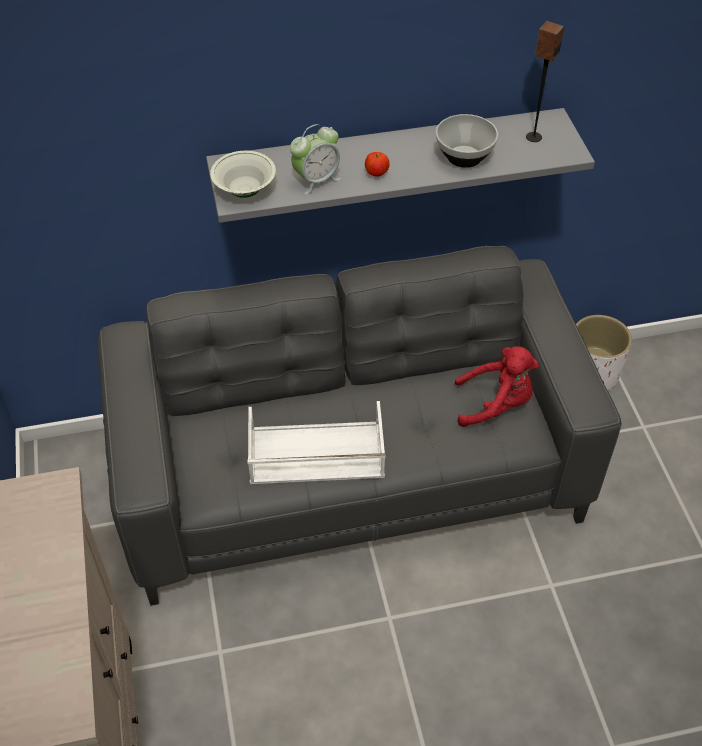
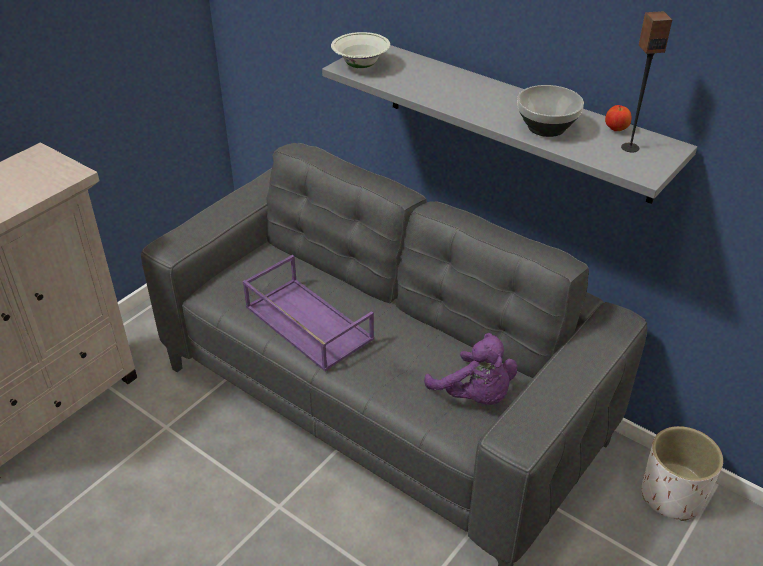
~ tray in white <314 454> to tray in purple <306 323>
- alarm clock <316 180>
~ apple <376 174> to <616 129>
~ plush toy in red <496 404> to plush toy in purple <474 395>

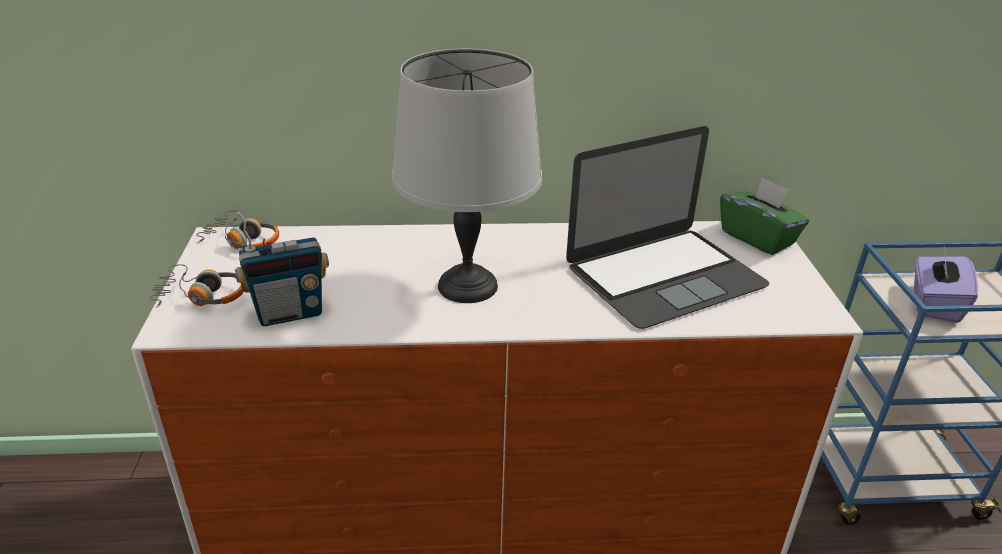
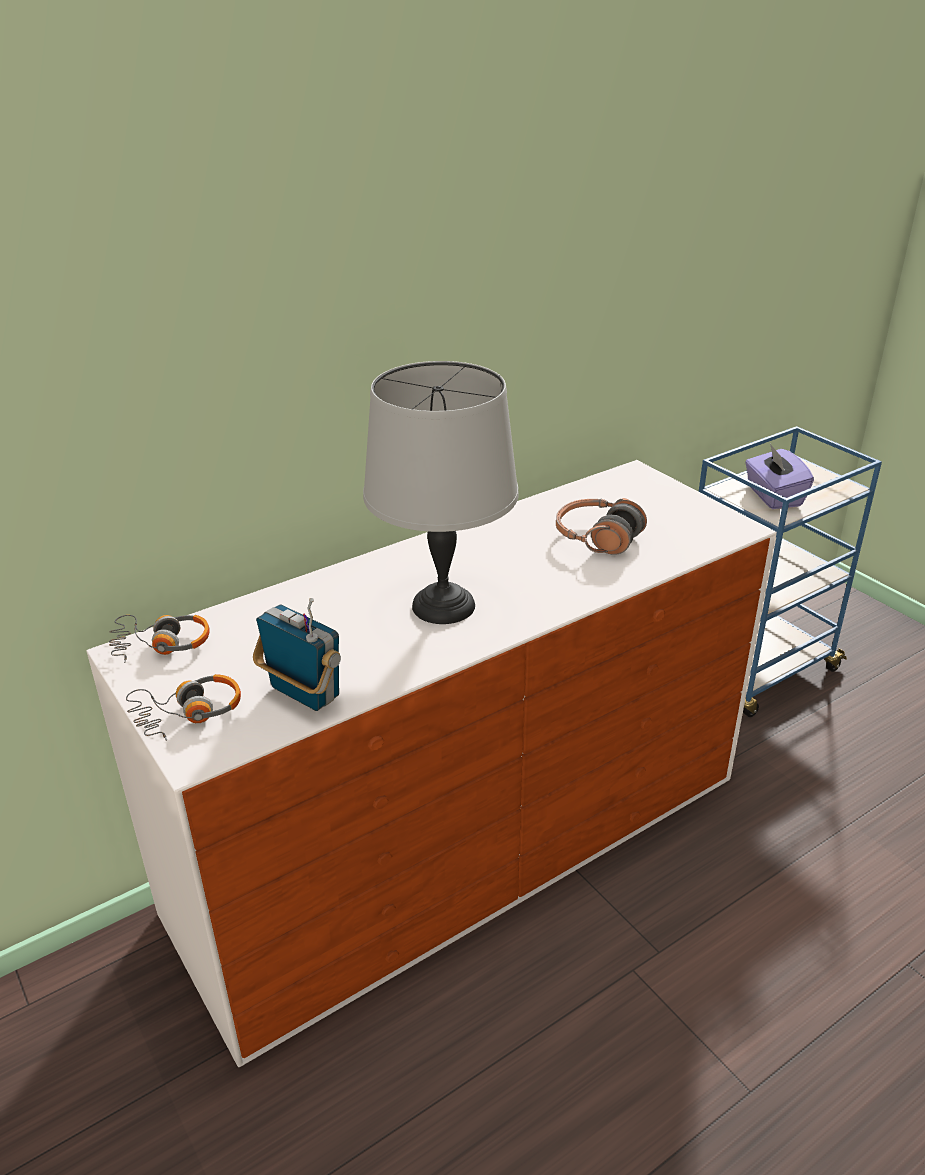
~ radio <289 313> = <303 693> 90 degrees counterclockwise
~ laptop <665 276> to headphones <597 538>
- tissue box in green <758 238>

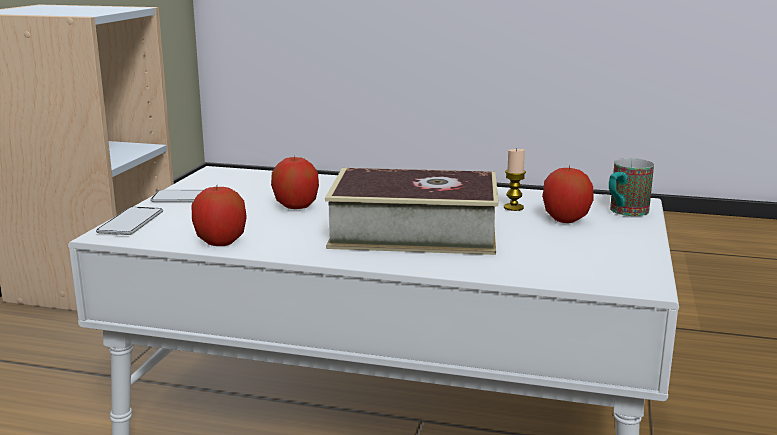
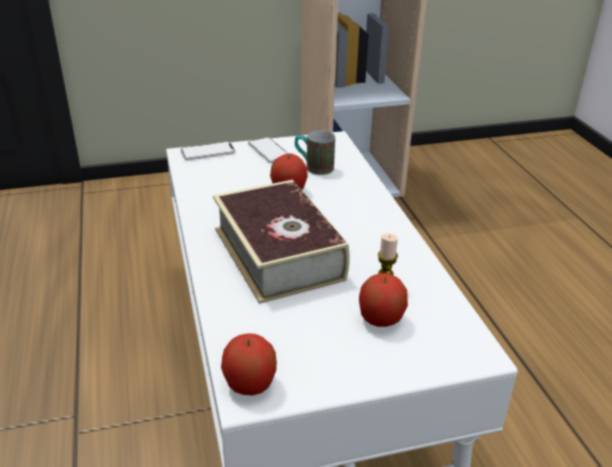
~ apple <220 242> to <250 384>
~ mug <624 212> to <313 167>

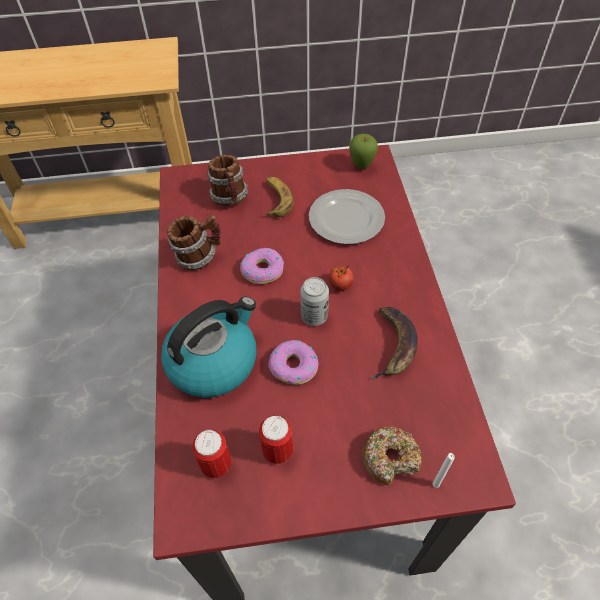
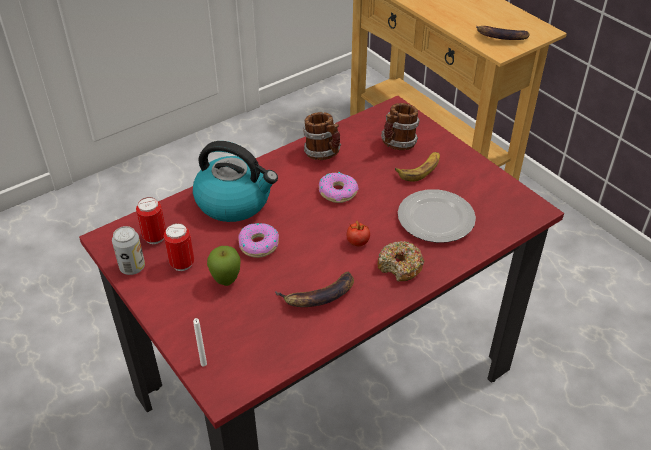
~ can <314 316> to <132 267>
~ apple <361 167> to <226 282>
~ donut <390 458> to <400 266>
+ banana <500 37>

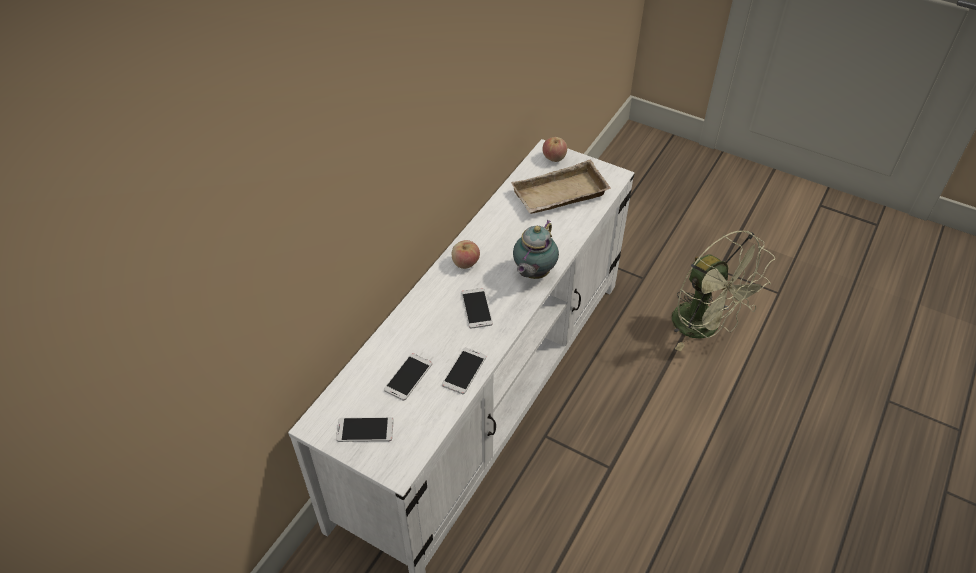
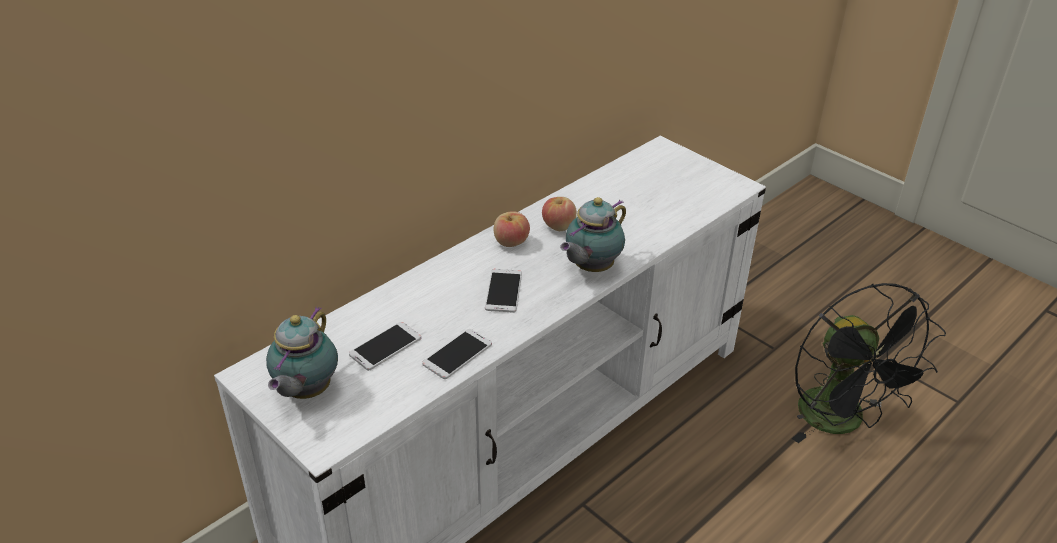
~ phone <365 430> to teapot <305 392>
- tray in beige <559 196>
~ apple <554 158> to <558 226>
~ fan in green <704 327> to fan in black <841 422>

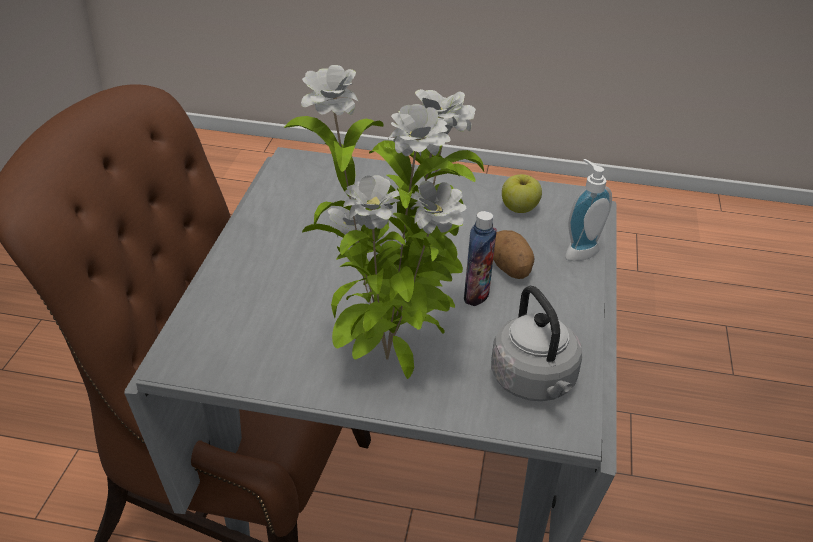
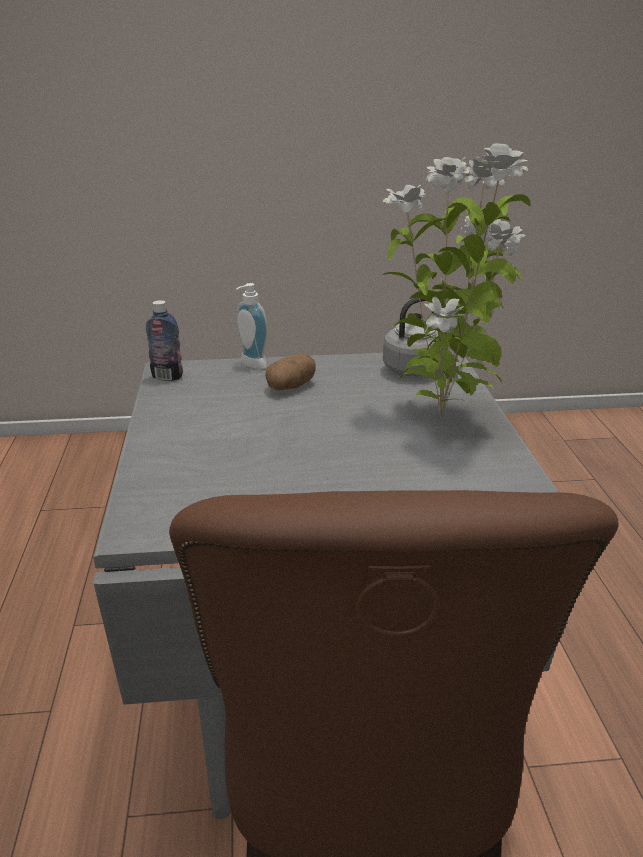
~ bottle <476 295> to <167 377>
- apple <519 209>

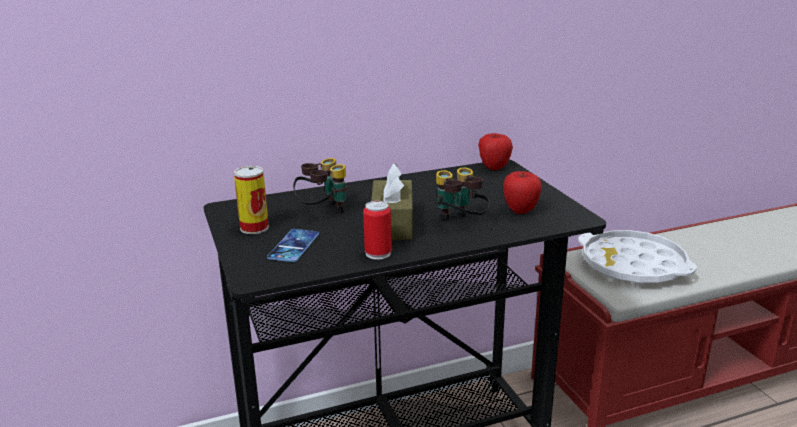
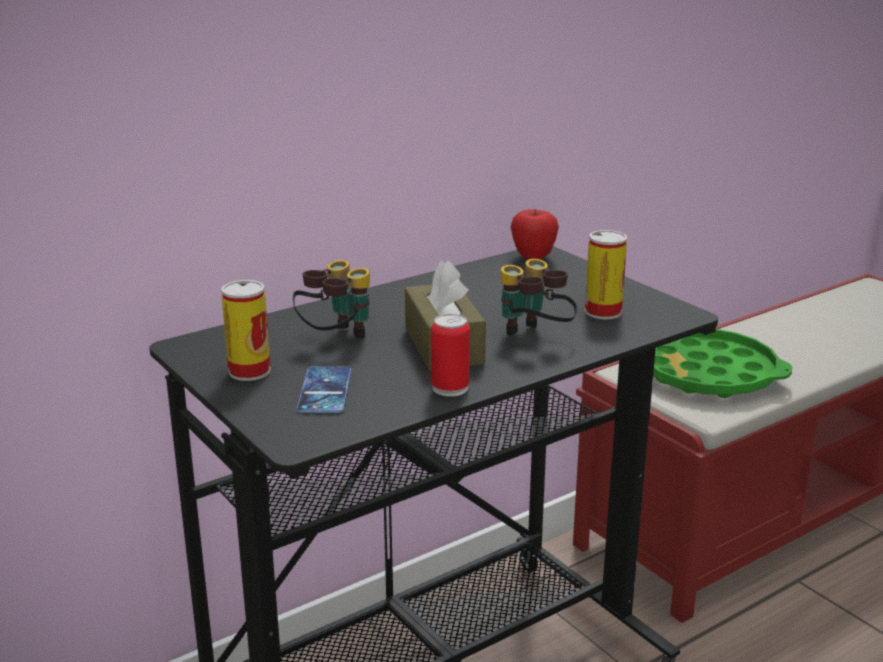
~ apple <520 211> to can <603 312>
~ tray in white <633 265> to tray in green <707 374>

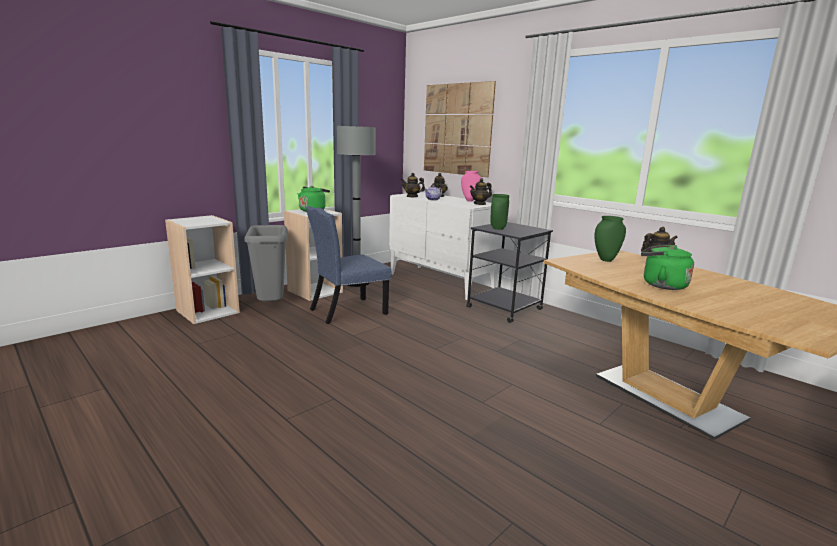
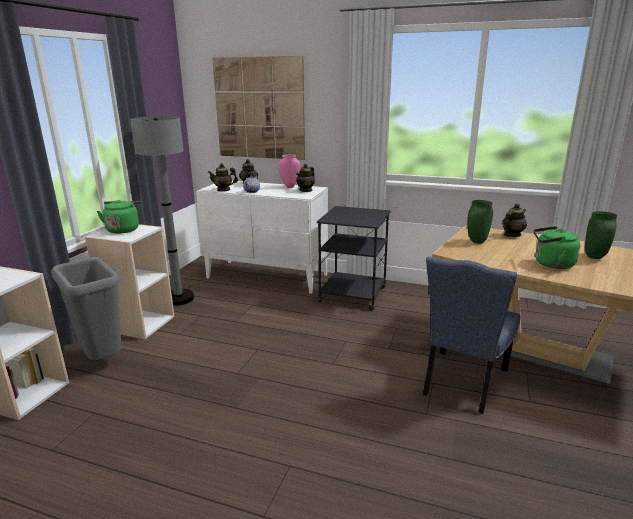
~ chair in blue <349 311> to <464 379>
~ vase in green <498 229> to <595 257>

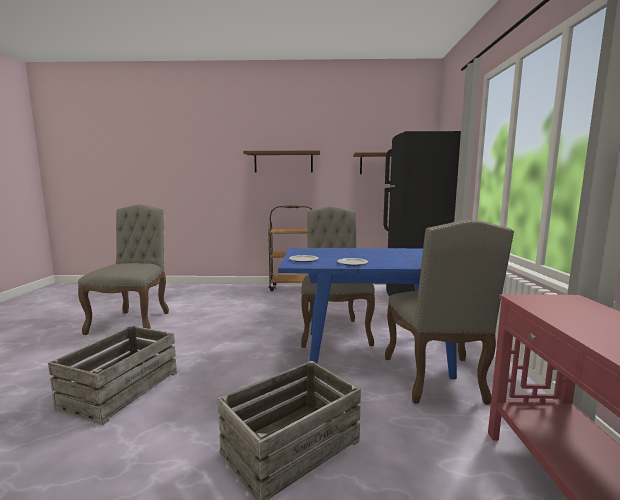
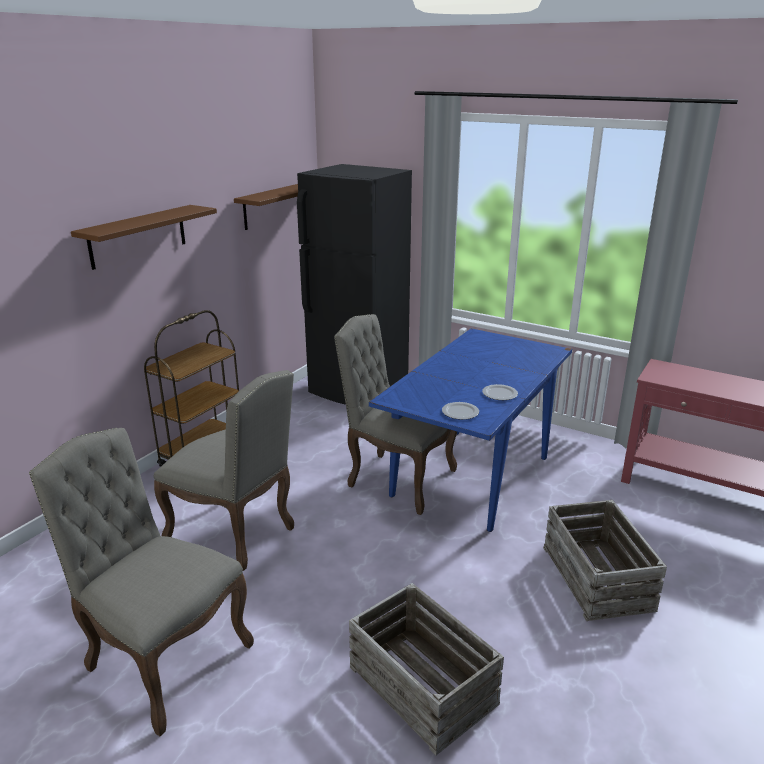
~ chair in grey <436 380> to <235 534>

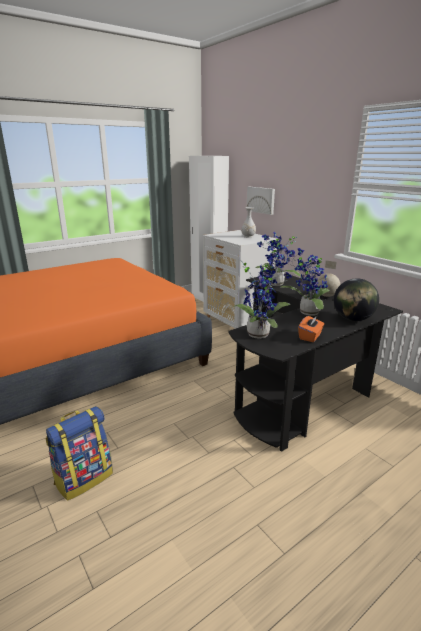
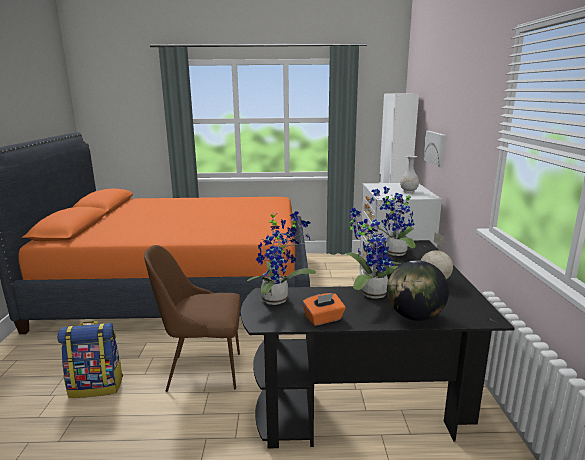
+ chair in brown <204 372>

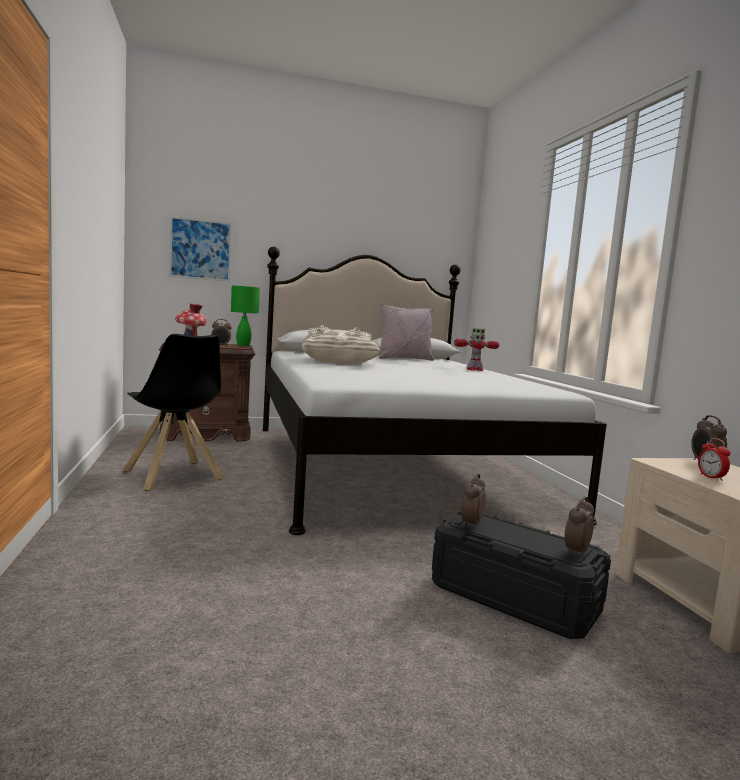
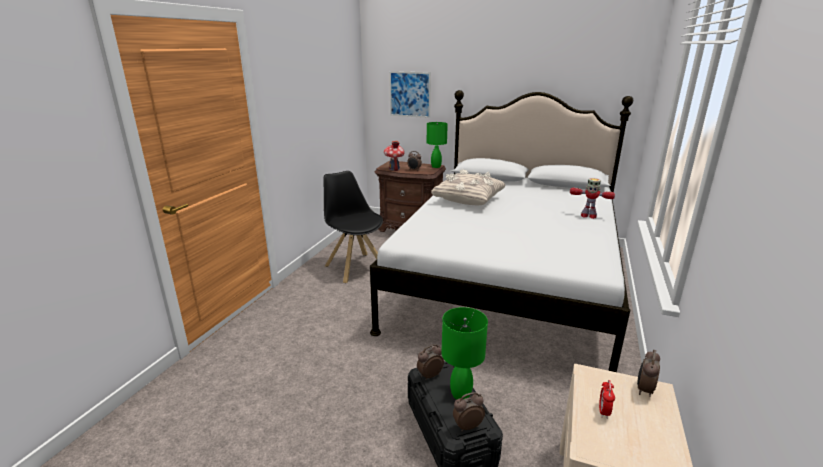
~ chair in black <174 476> = <355 267> 150 degrees clockwise
- pillow in purple <404 359>
+ table lamp in green <460 394>

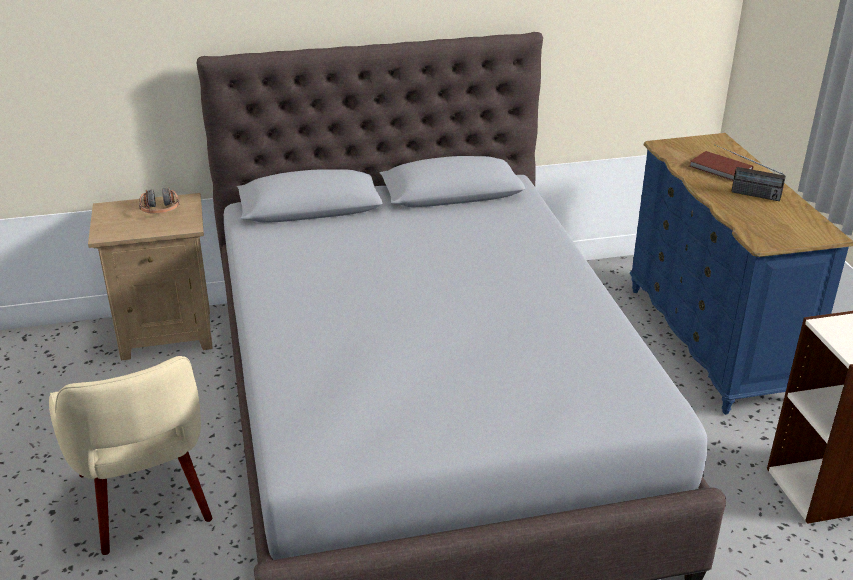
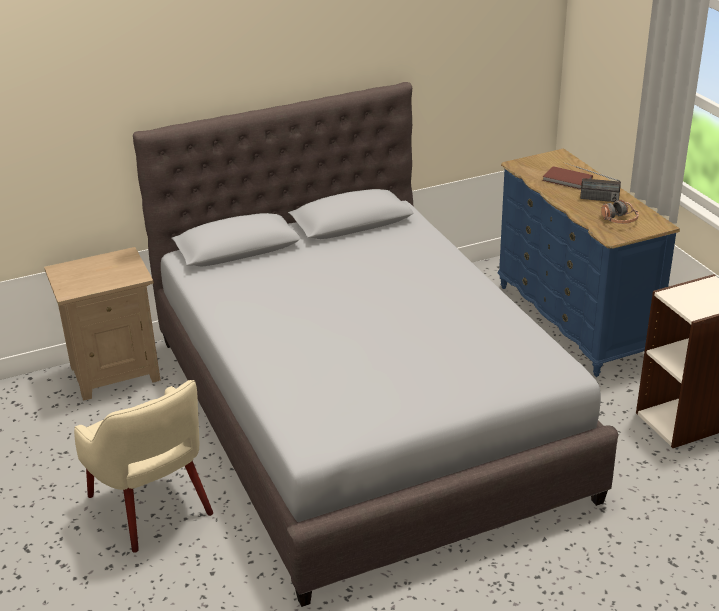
~ headphones <160 210> to <619 220>

